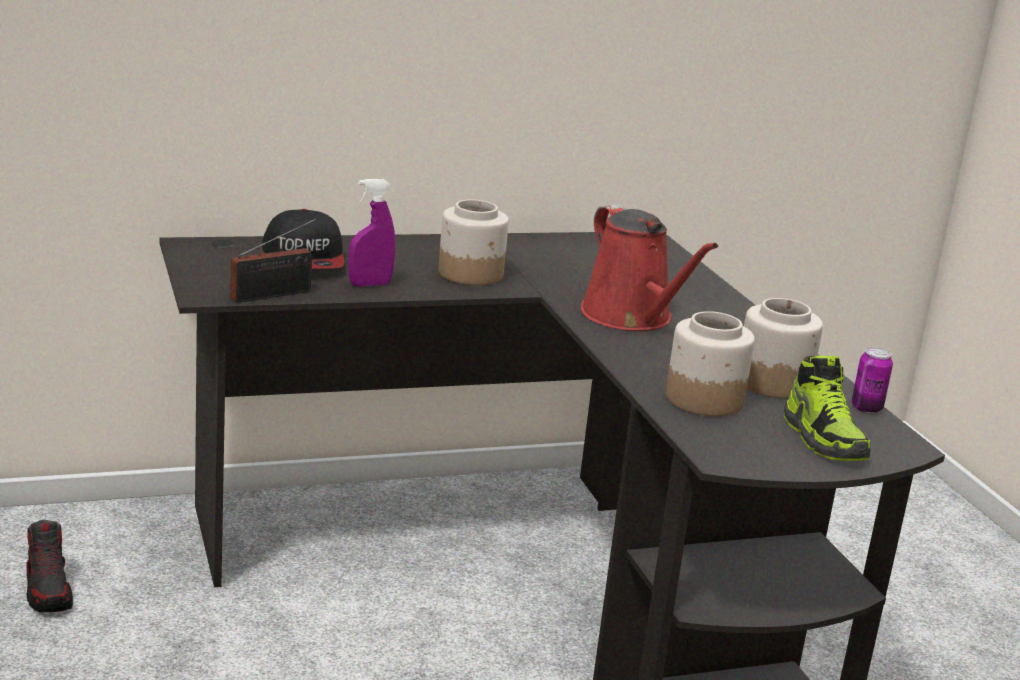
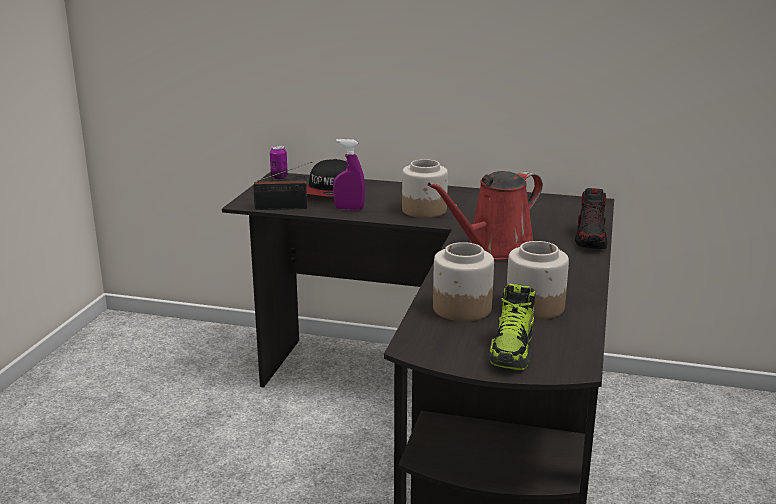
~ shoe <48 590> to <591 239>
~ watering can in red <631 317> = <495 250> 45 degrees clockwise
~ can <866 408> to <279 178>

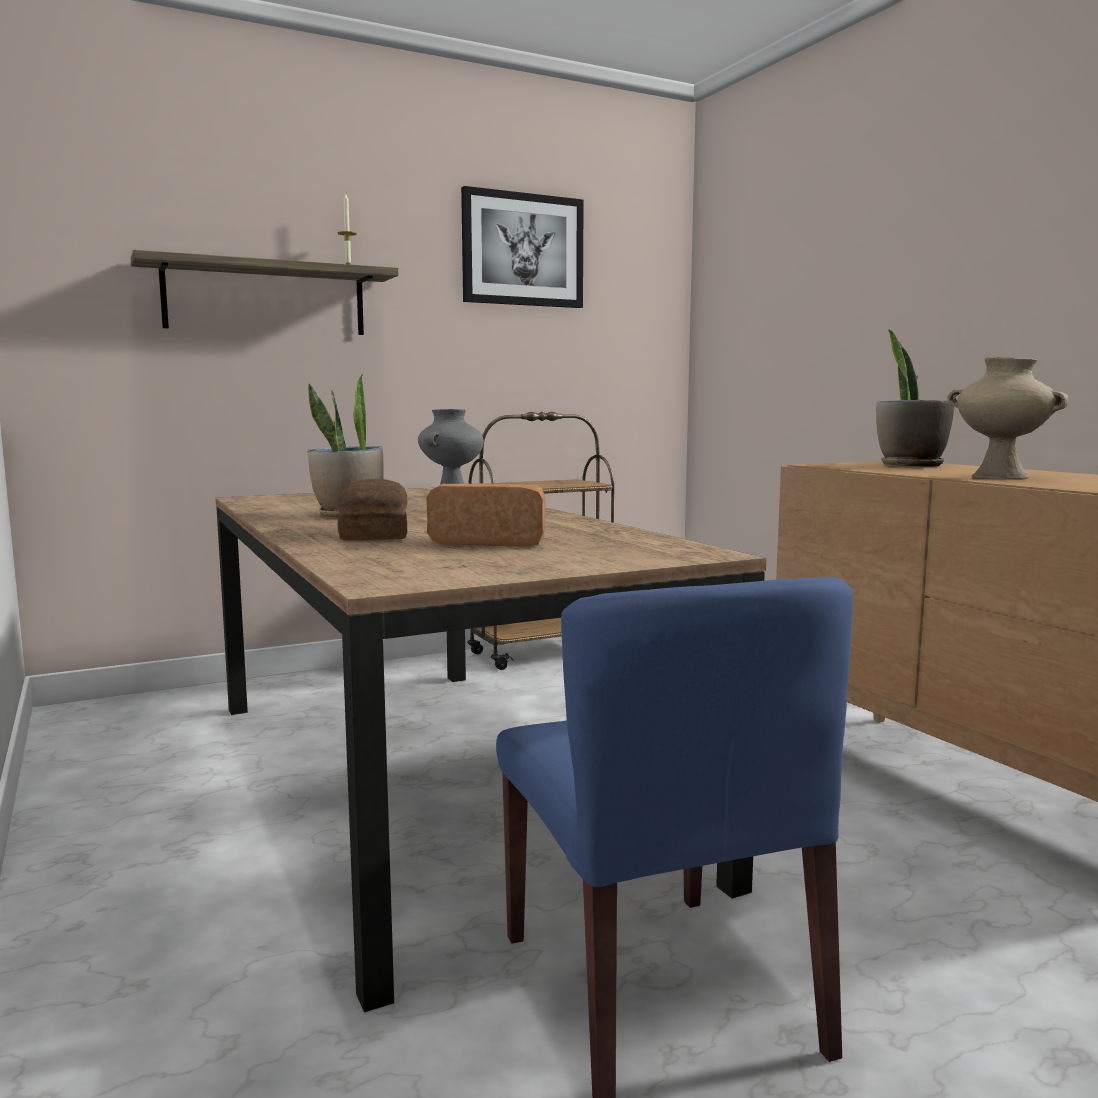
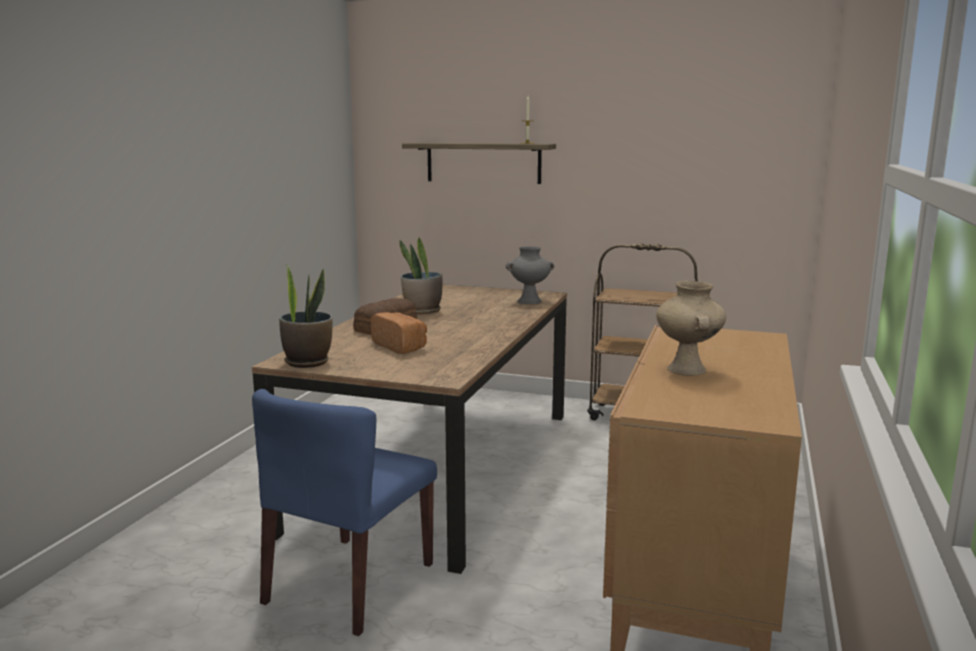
- picture <522 250>
~ potted plant <910 465> to <307 362>

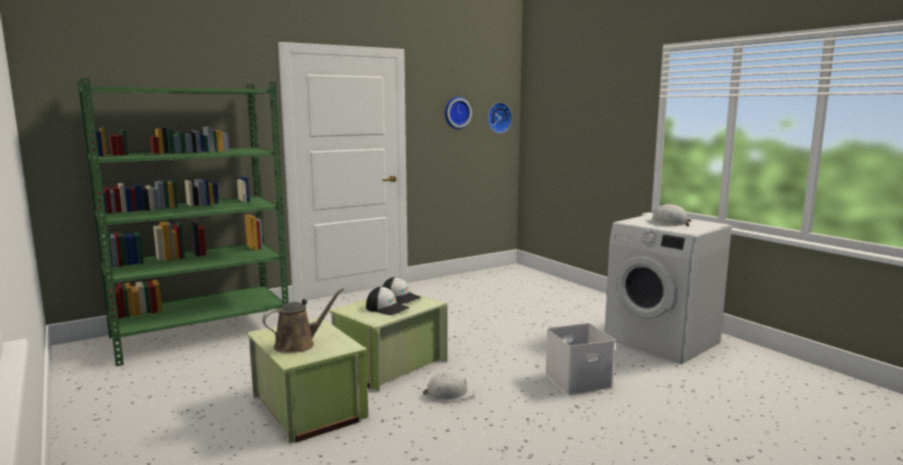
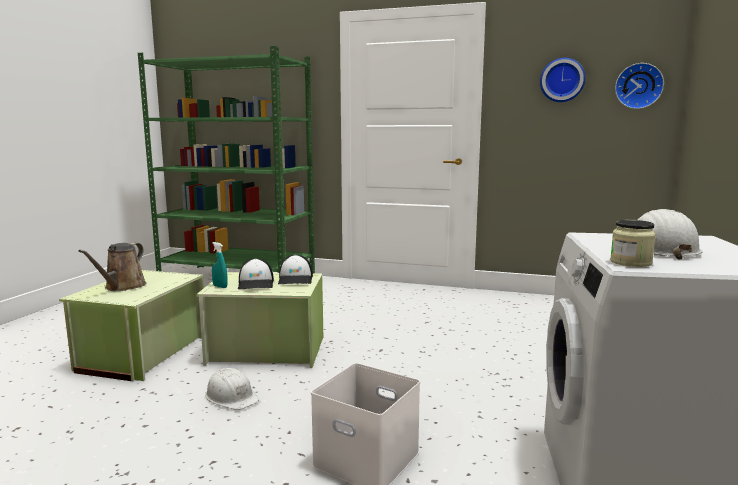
~ watering can in brown <298 344> = <122 287> 90 degrees clockwise
+ spray bottle in turquoise <220 286>
+ jar <631 262>

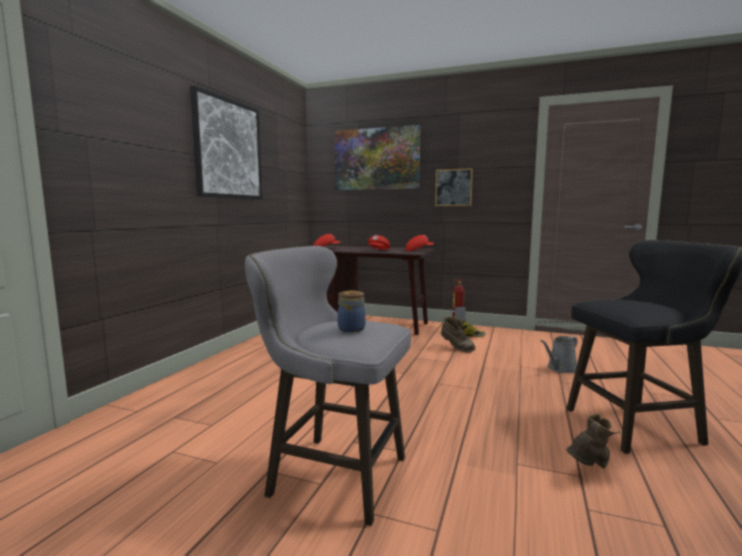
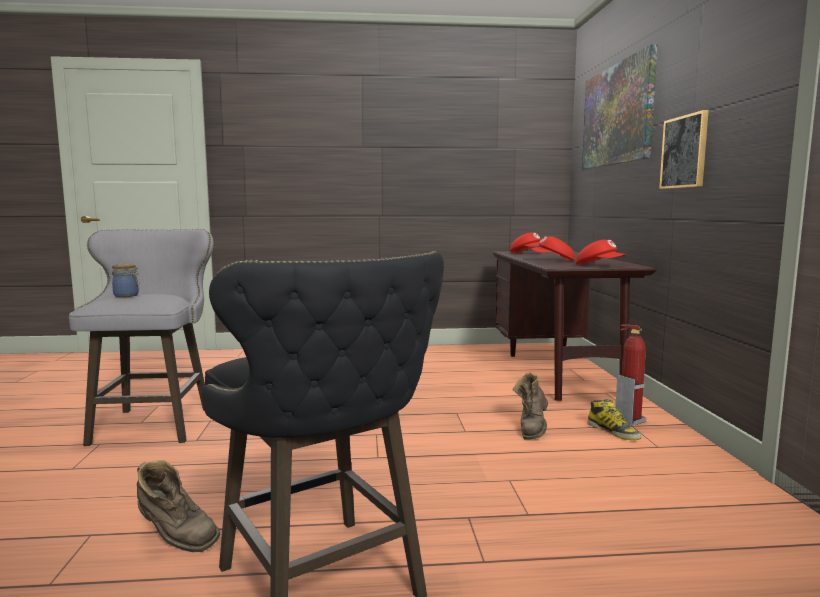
- picture <228 149>
- watering can in grey <560 369>

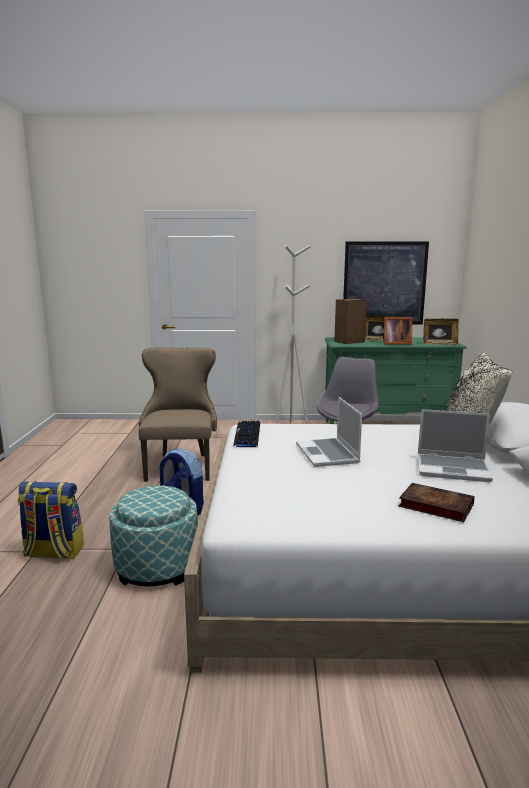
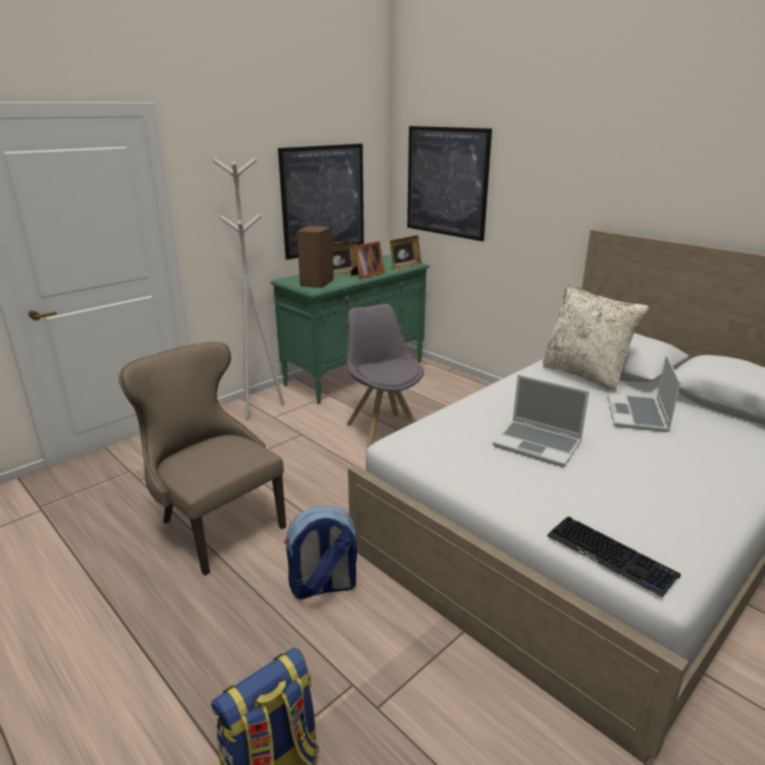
- ottoman <157 566>
~ keyboard <247 435> to <610 556>
- book <434 506>
~ laptop <453 469> = <638 415> 135 degrees clockwise
+ picture <446 182>

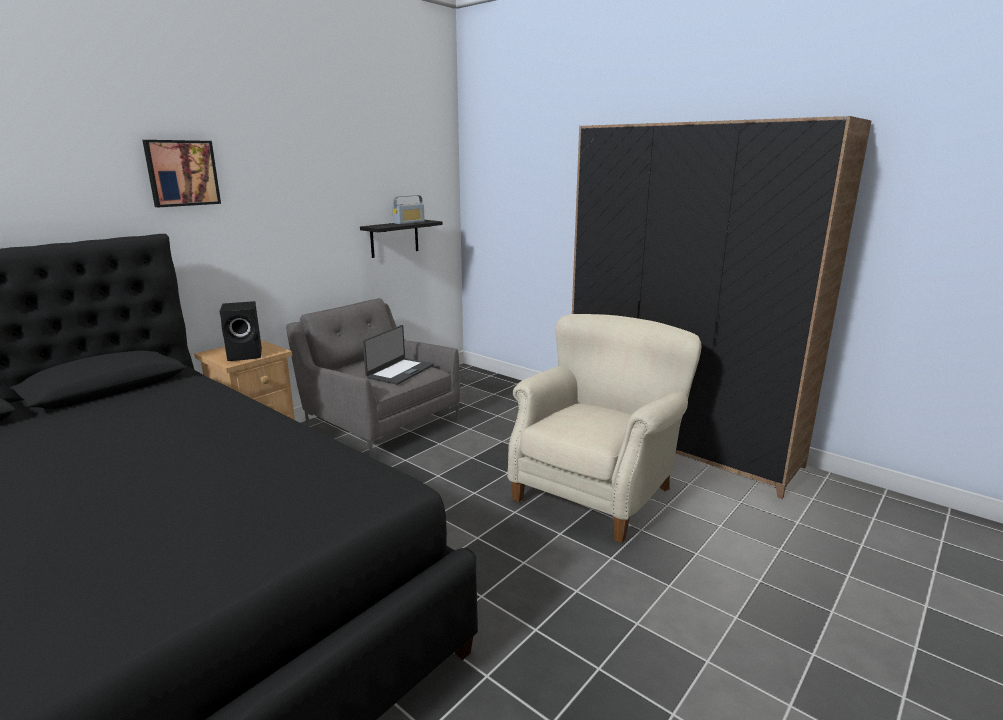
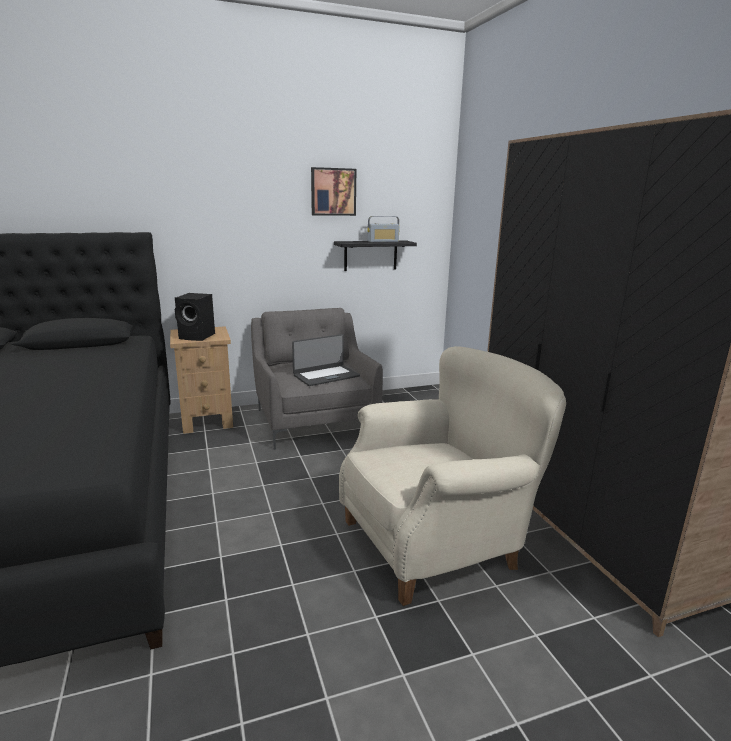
~ picture <182 173> to <333 192>

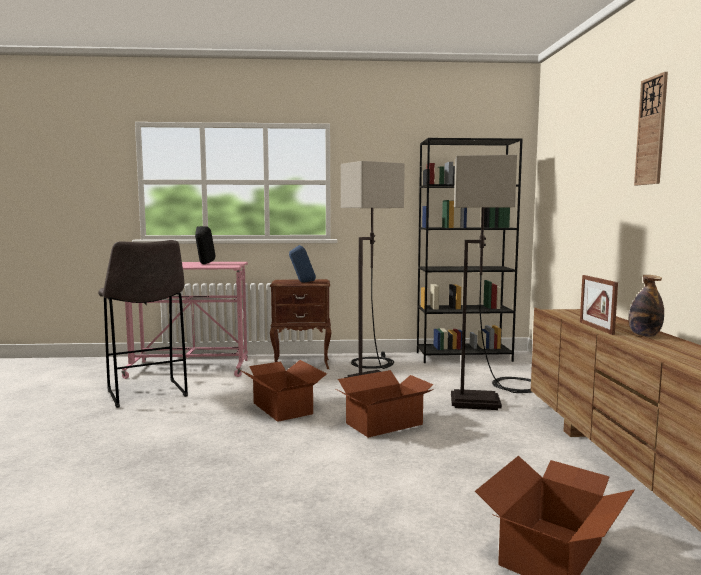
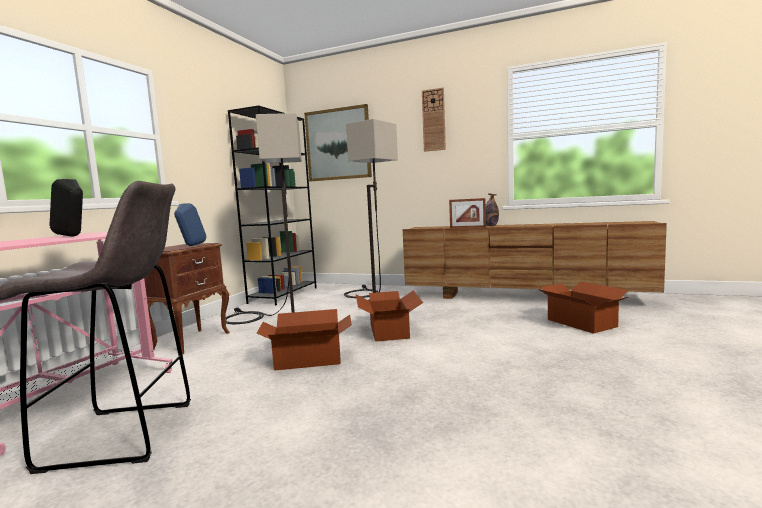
+ picture <338 144>

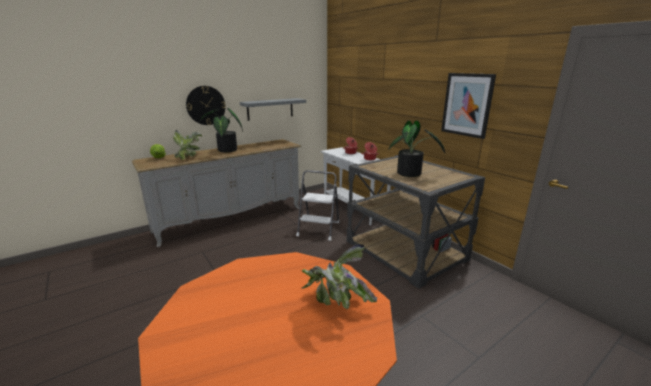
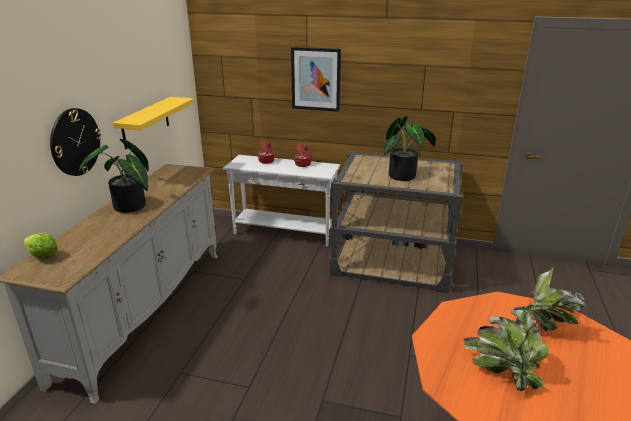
~ potted plant <189 158> to <502 371>
~ shelf in grey <270 109> to shelf in yellow <145 122>
- step ladder in white <319 228>
~ picture <467 105> to <316 79>

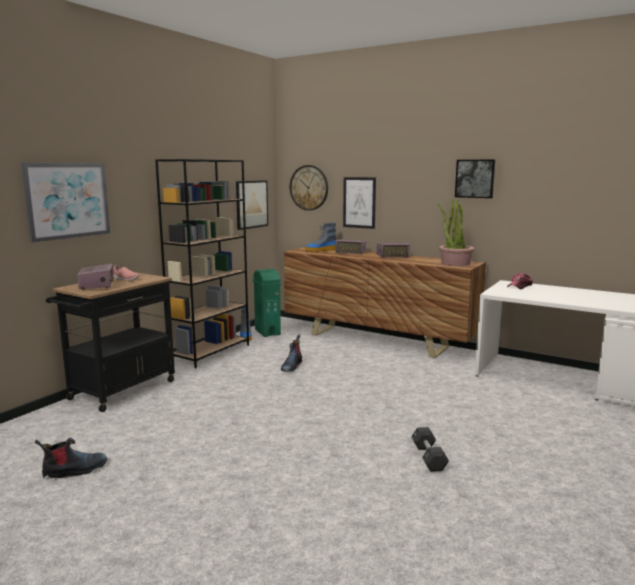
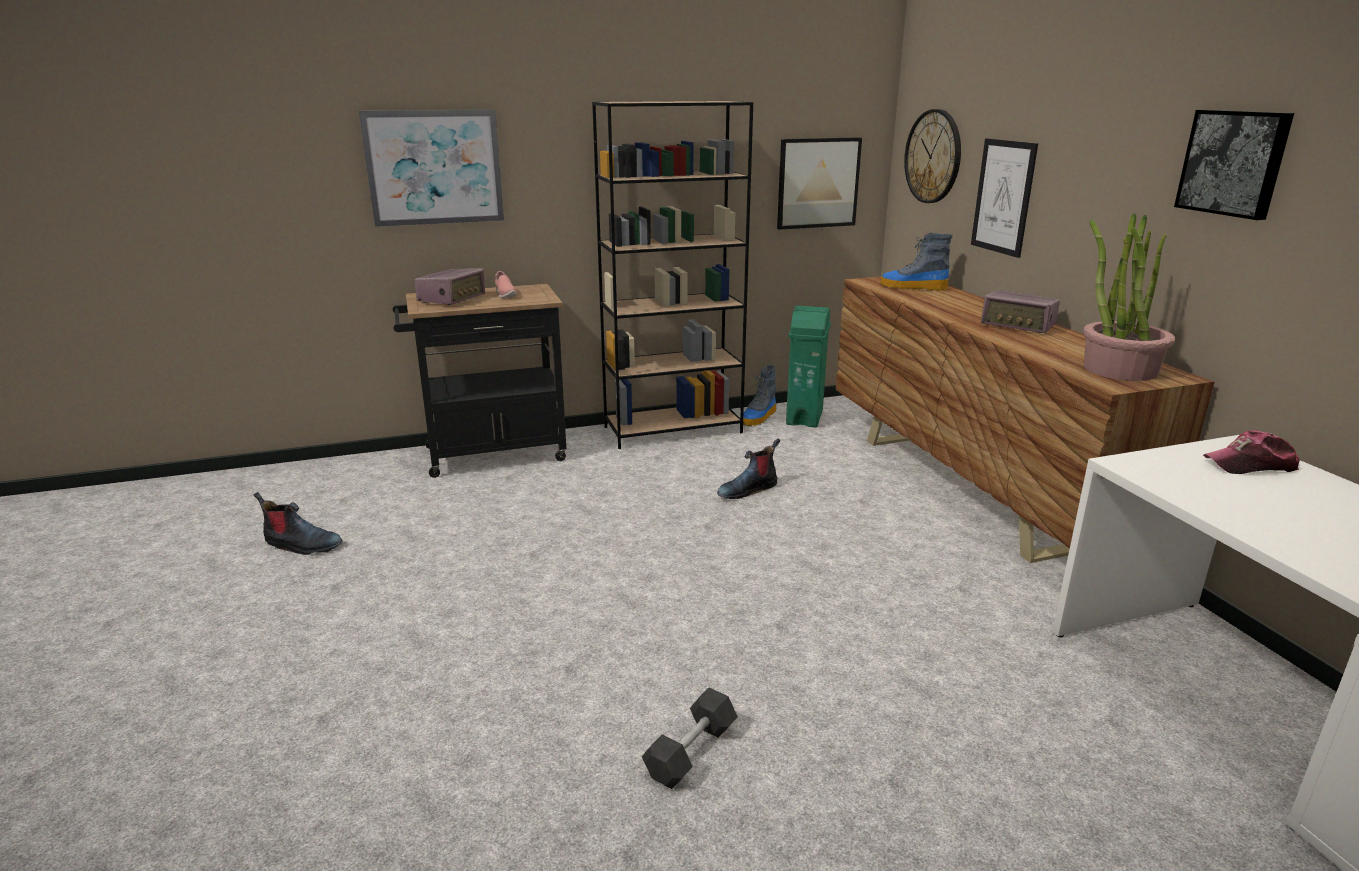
- radio <351 253>

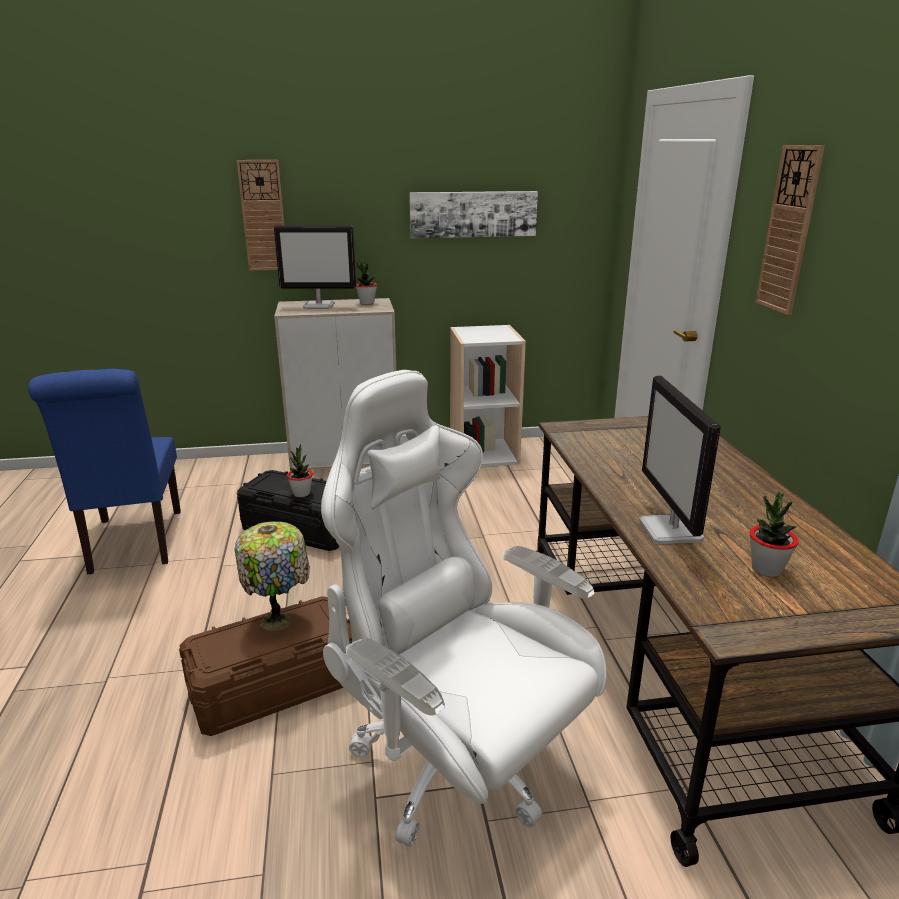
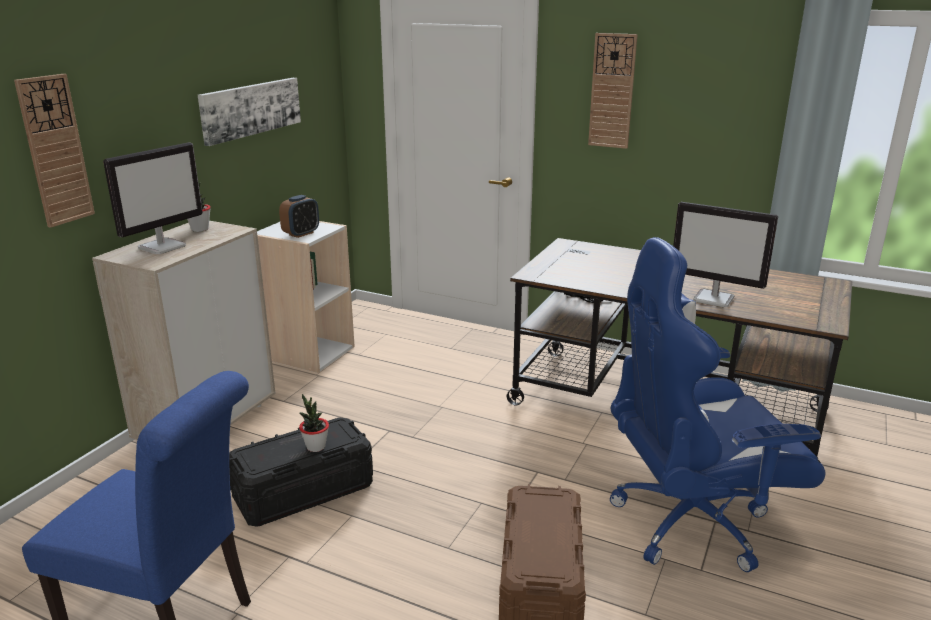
- table lamp <278 620>
~ office chair in white <463 769> to office chair in blue <698 521>
- potted plant <766 569>
+ alarm clock <301 234>

